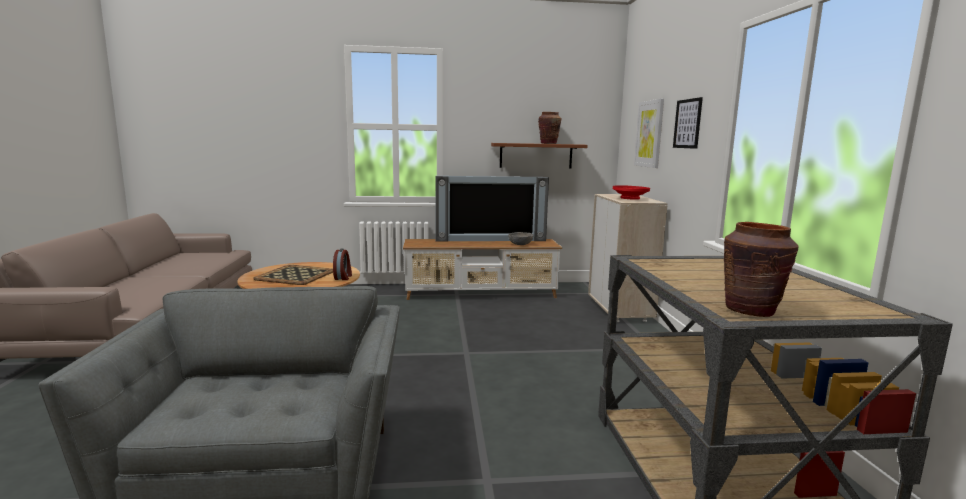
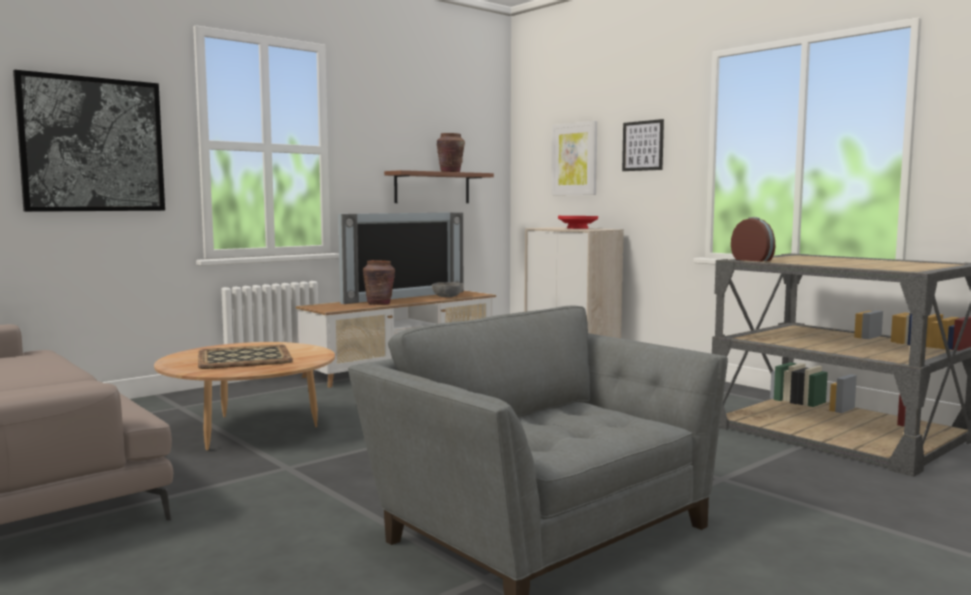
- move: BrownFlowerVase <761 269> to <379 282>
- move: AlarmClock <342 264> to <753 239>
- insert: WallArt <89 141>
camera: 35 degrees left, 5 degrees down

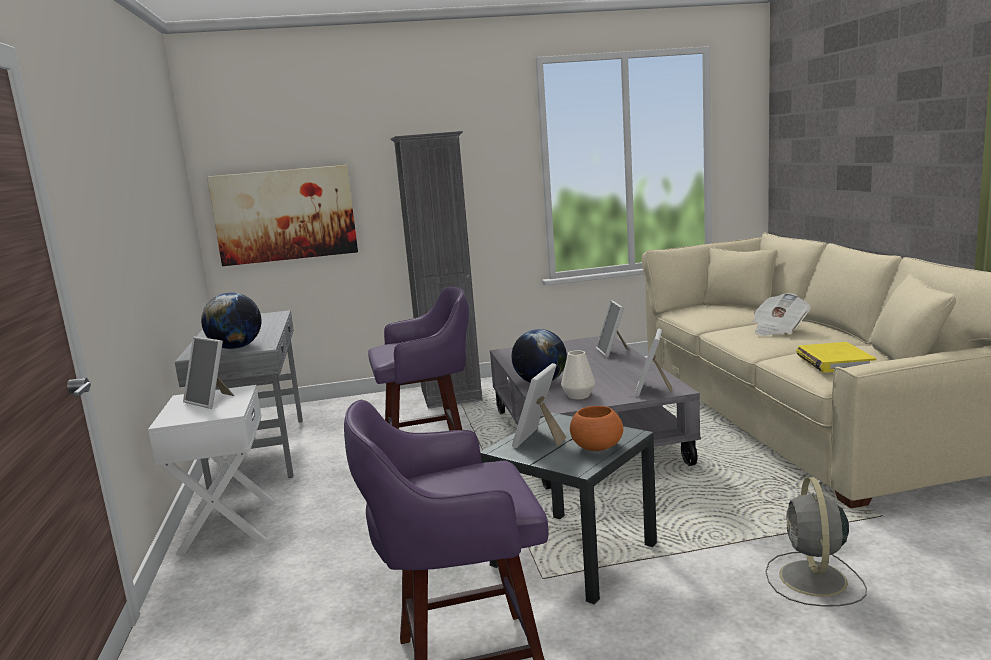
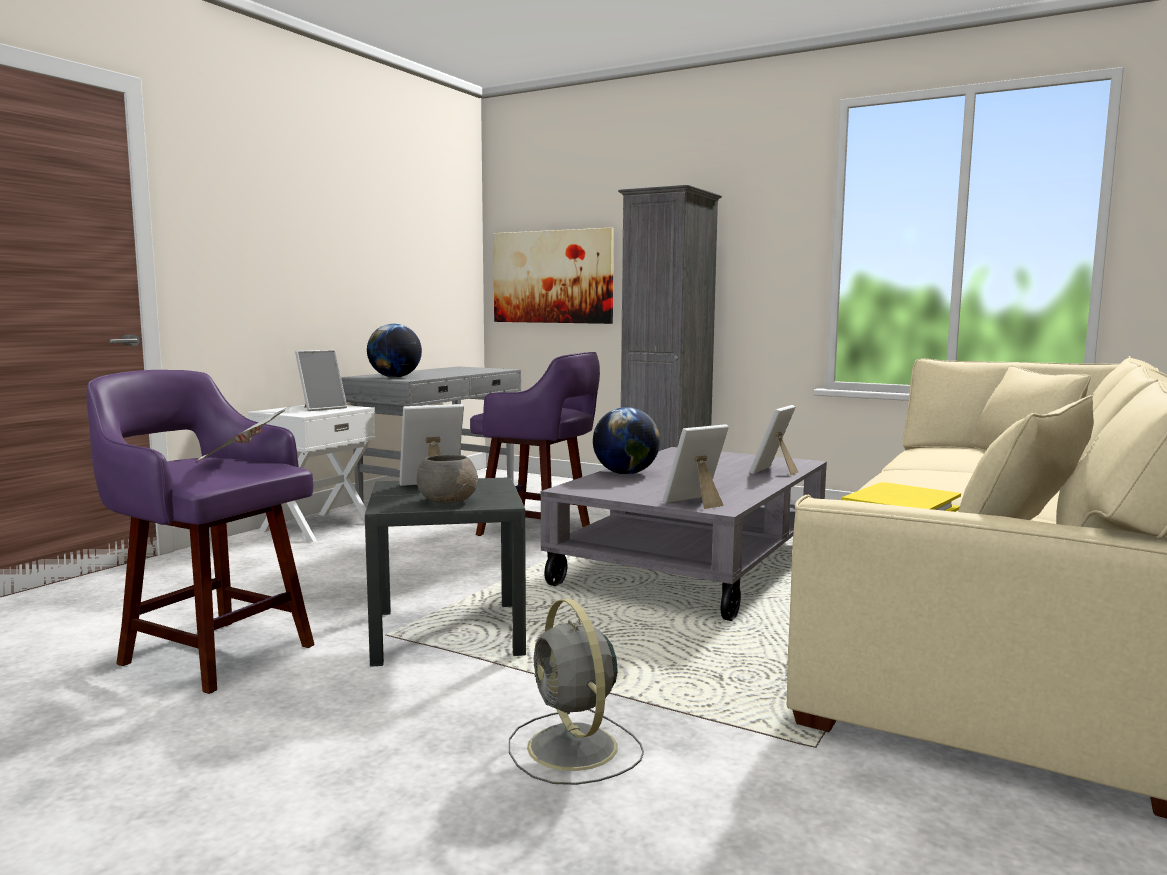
- move: Newspaper <782 314> to <243 434>
- rotate: StandingFrame <209 373> = <321 380> 120 degrees counterclockwise
- delete: WhitishFlowerVase <578 374>
- recolor: OrangeyServingBowl <596 428> to GreyServingBowl <447 479>
- rotate: GreyCoolingFan <816 542> = <576 692> 75 degrees counterclockwise
camera: 40 degrees right, 5 degrees down

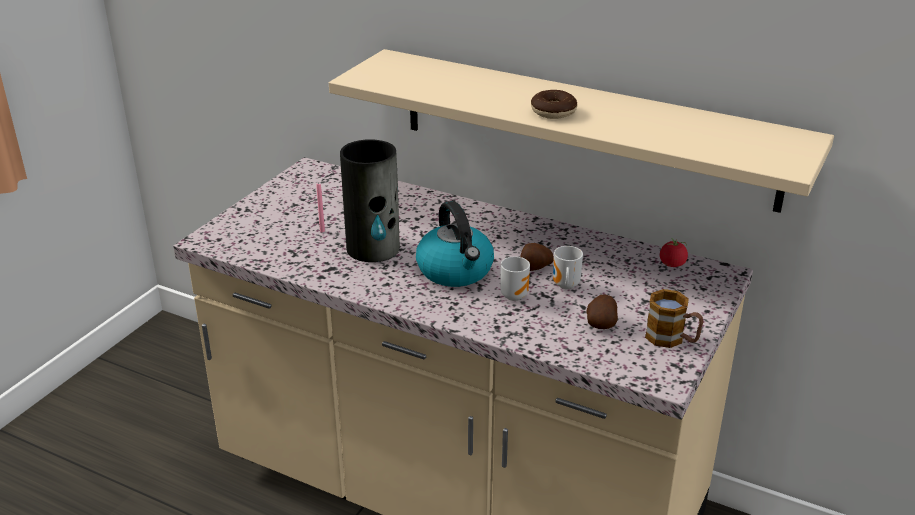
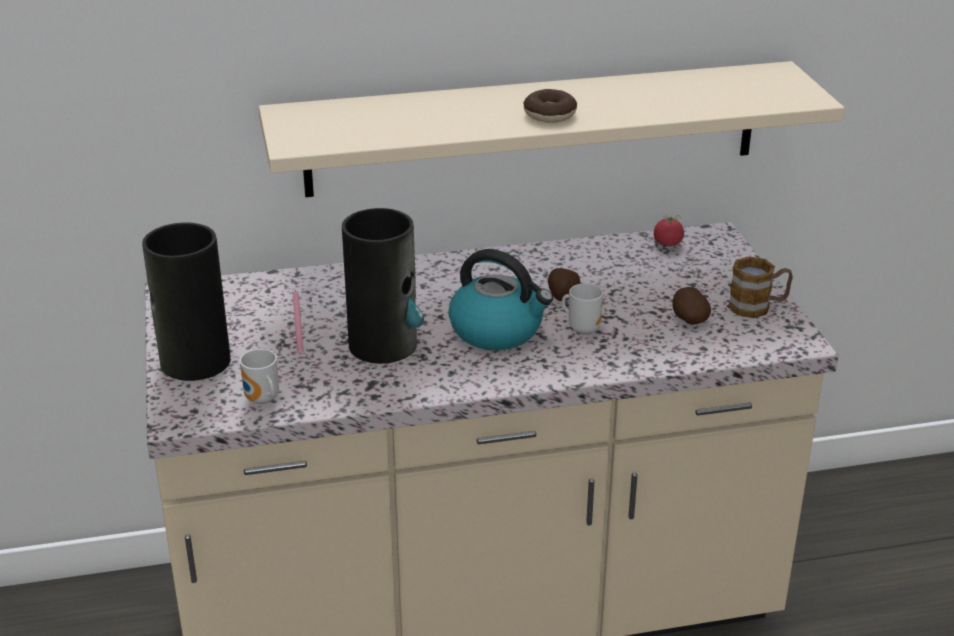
- move: Mug <568 267> to <259 376>
- insert: FlowerVase <186 301>
camera: 40 degrees left, 0 degrees up

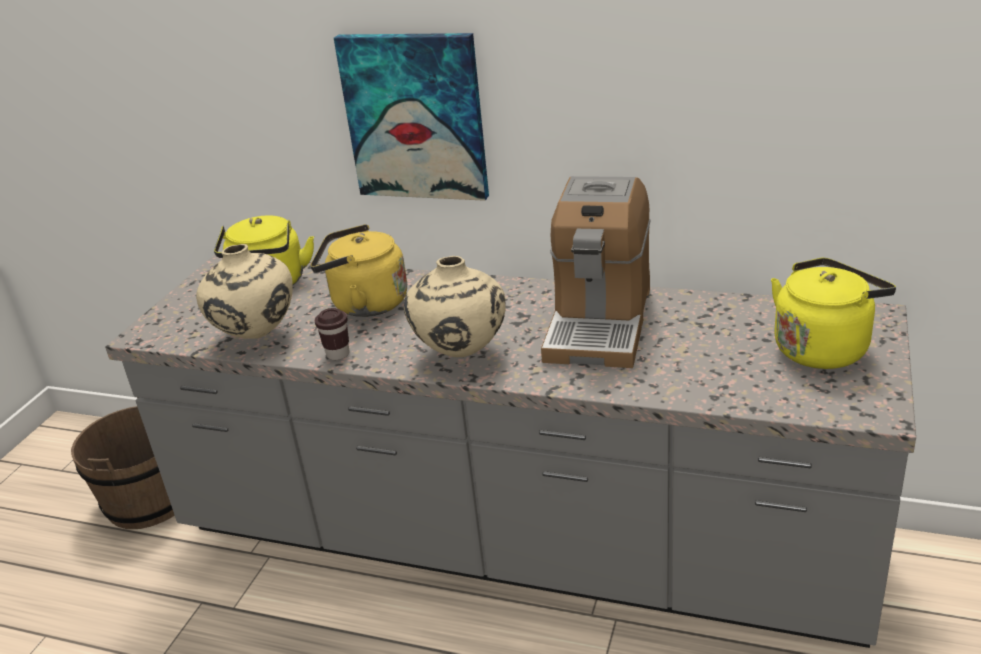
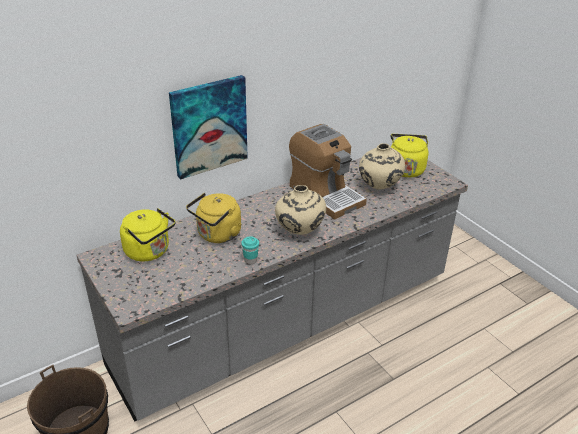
- move: BeigeFlowerVase <244 291> to <382 166>
- recolor: BrownSmallCup <332 334> to TurquoiseColouredSmallCup <250 250>
camera: 55 degrees left, 5 degrees up

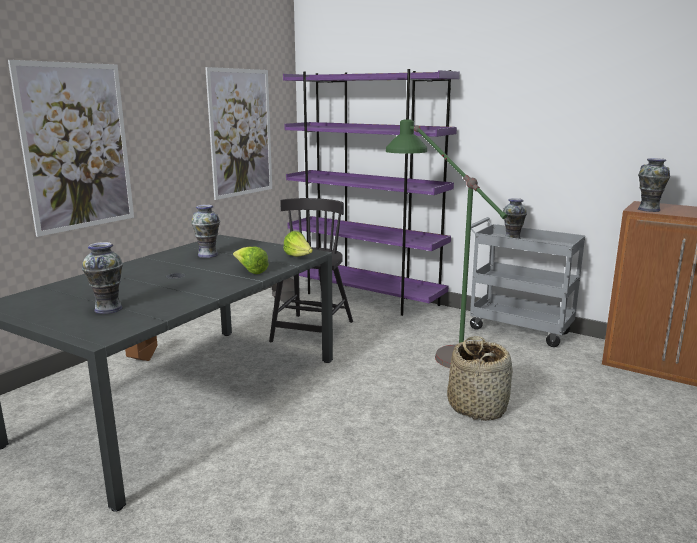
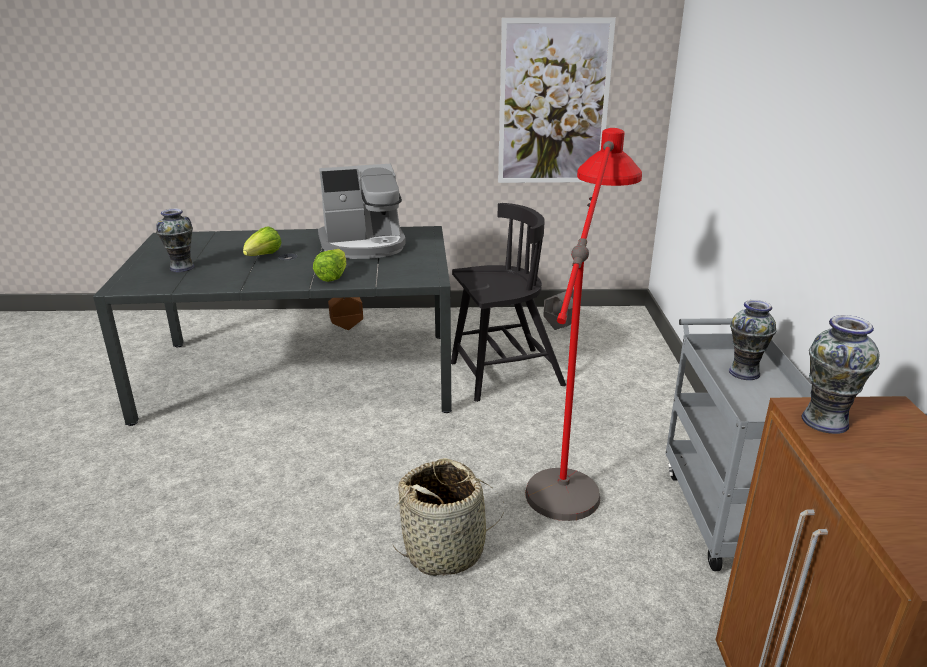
- delete: WallArt <71 148>
- delete: PurplishBookcase <371 192>
- recolor: GreenColouredFloorLamp <446 243> to RedFloorLamp <583 324>
- replace: FlowerVase <205 231> to CoffeeBrewer <362 211>
- move: HeadOfLettuce <298 244> to <262 241>
camera: 55 degrees right, 10 degrees up

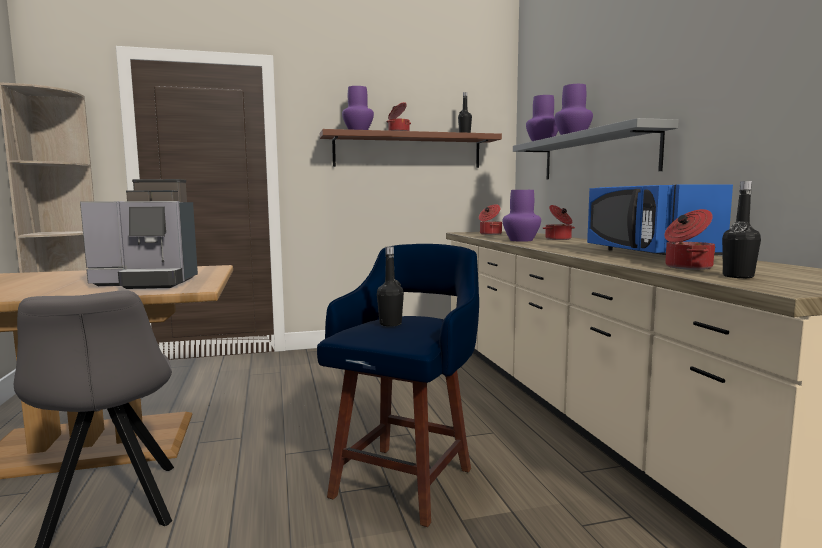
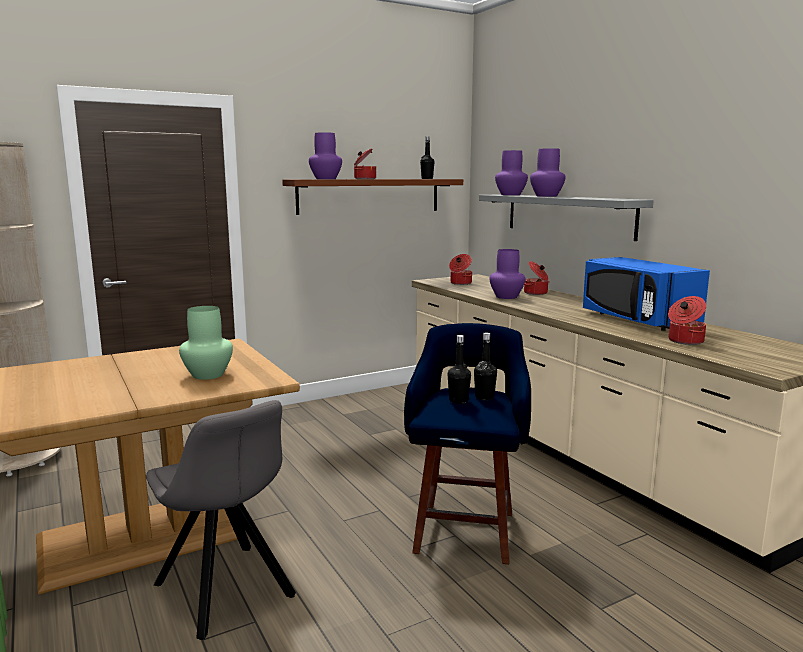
- replace: CoffeeBrewer <139 234> to GreenColouredFlowerVase <206 343>
- move: BlackDrinkBottle <741 229> to <485 366>
camera: 15 degrees left, 5 degrees up

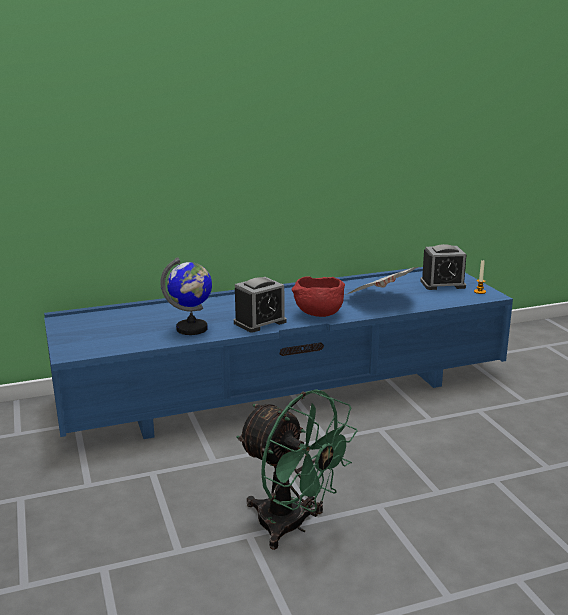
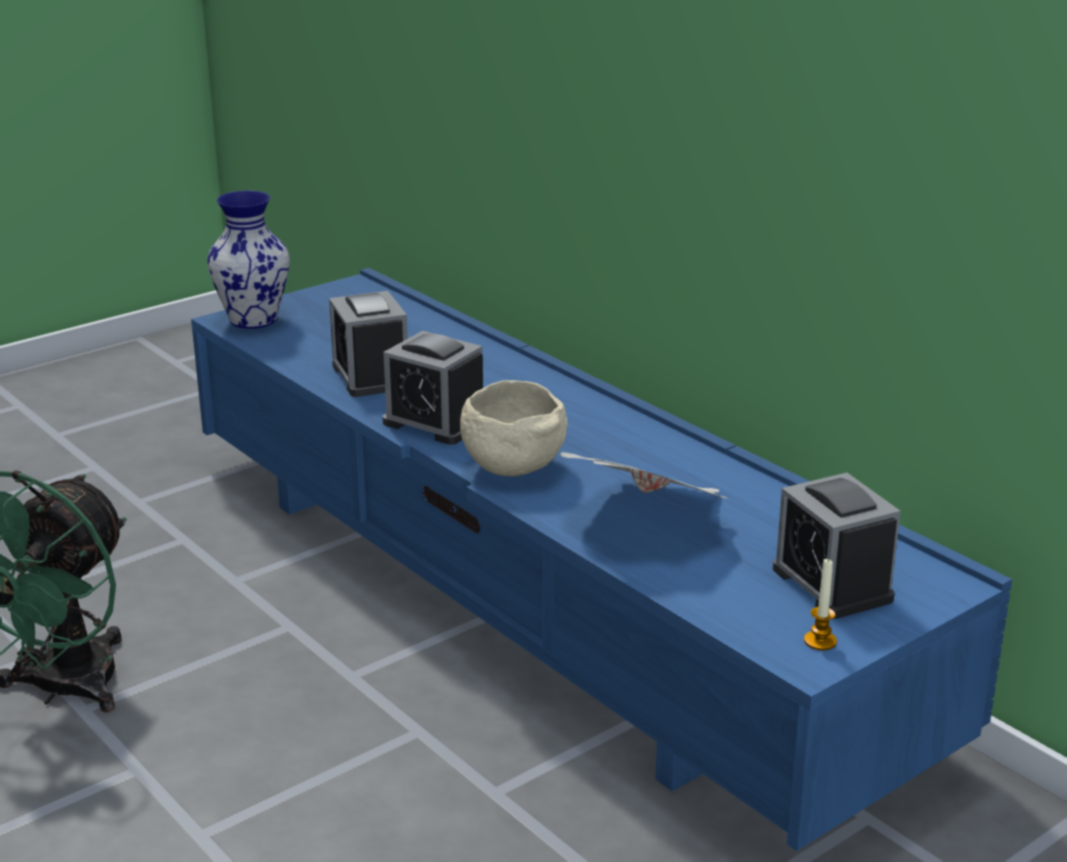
- replace: Globe <186 296> to AlarmClock <368 344>
- recolor: RedServingBowl <318 297> to BeigeServingBowl <514 428>
- insert: FlowerVase <248 260>
camera: 70 degrees right, 5 degrees up

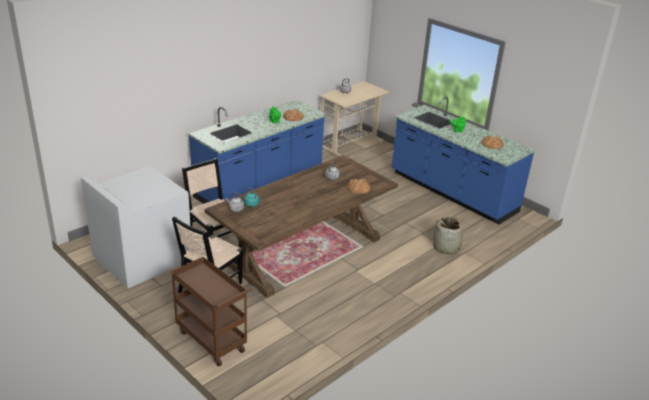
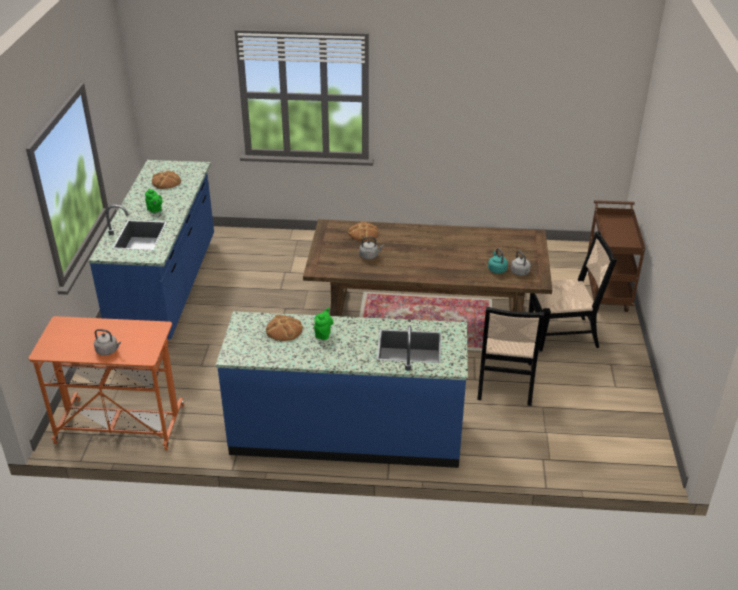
- recolor: BeigeDeskTable <354 118> to OrangeyDeskTable <106 383>
- delete: WhitishWashingMachine <135 227>
- delete: Basket <449 235>
camera: 130 degrees left, 5 degrees up

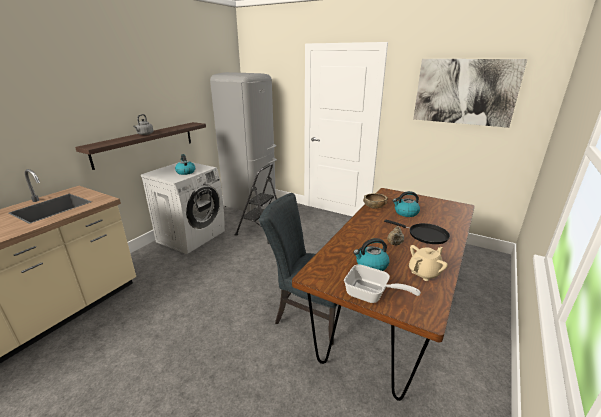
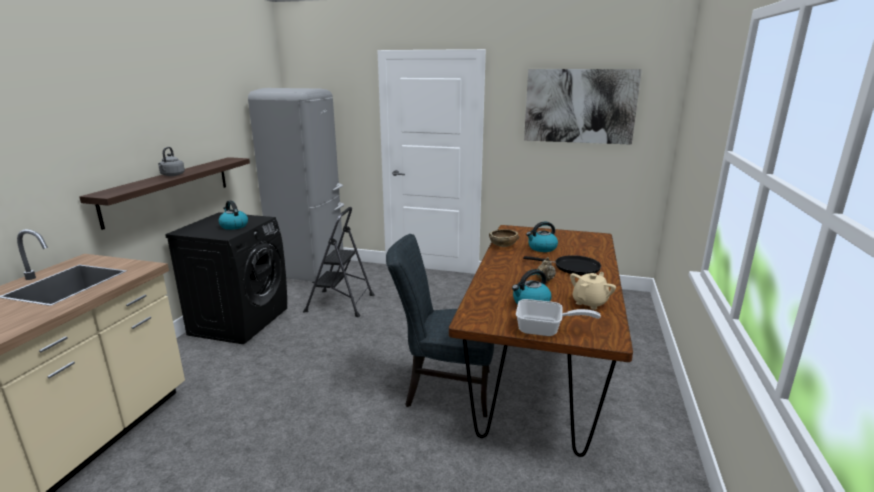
- recolor: WhitishWashingMachine <183 208> to BlackWashingMachine <226 278>
camera: 15 degrees left, 5 degrees down

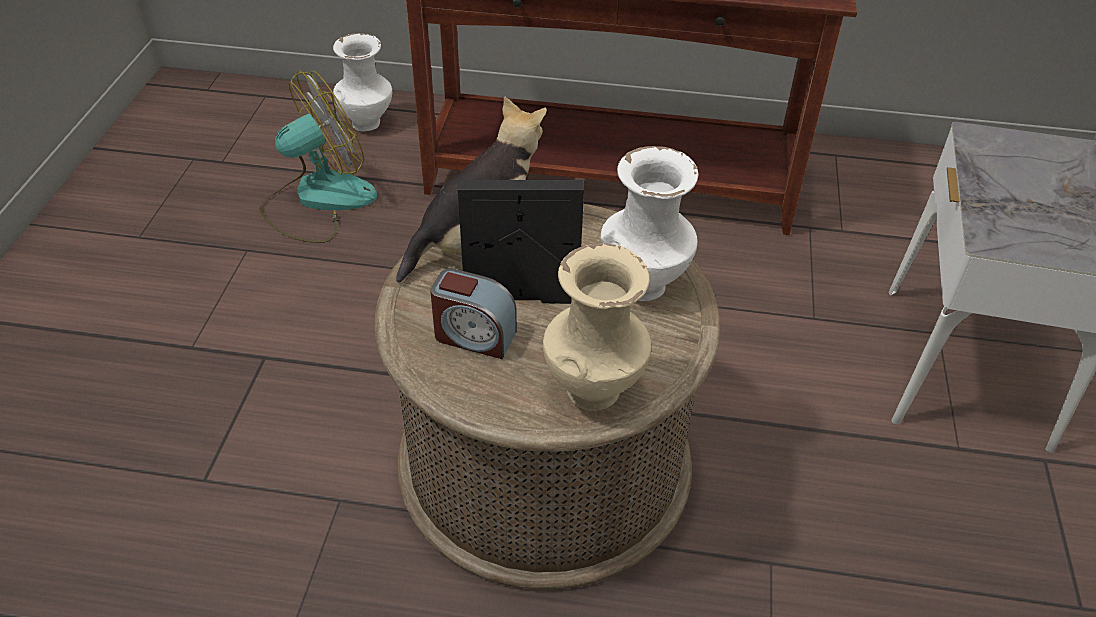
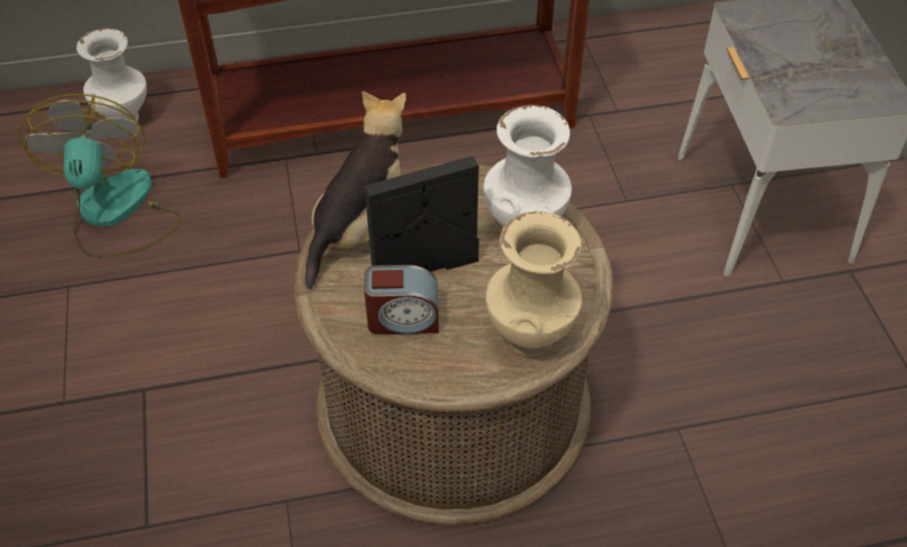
- rotate: CoolingFan <318 156> = <100 176> 45 degrees counterclockwise
camera: 20 degrees left, 5 degrees up

